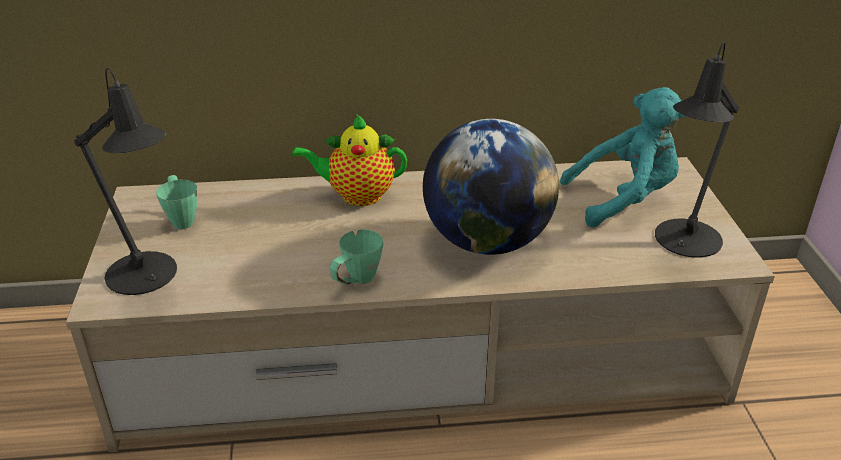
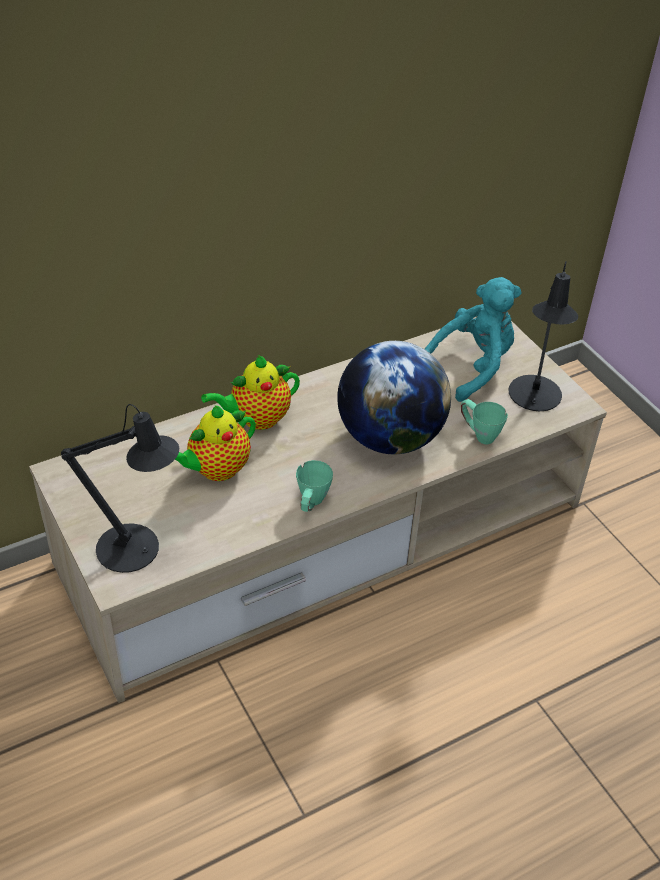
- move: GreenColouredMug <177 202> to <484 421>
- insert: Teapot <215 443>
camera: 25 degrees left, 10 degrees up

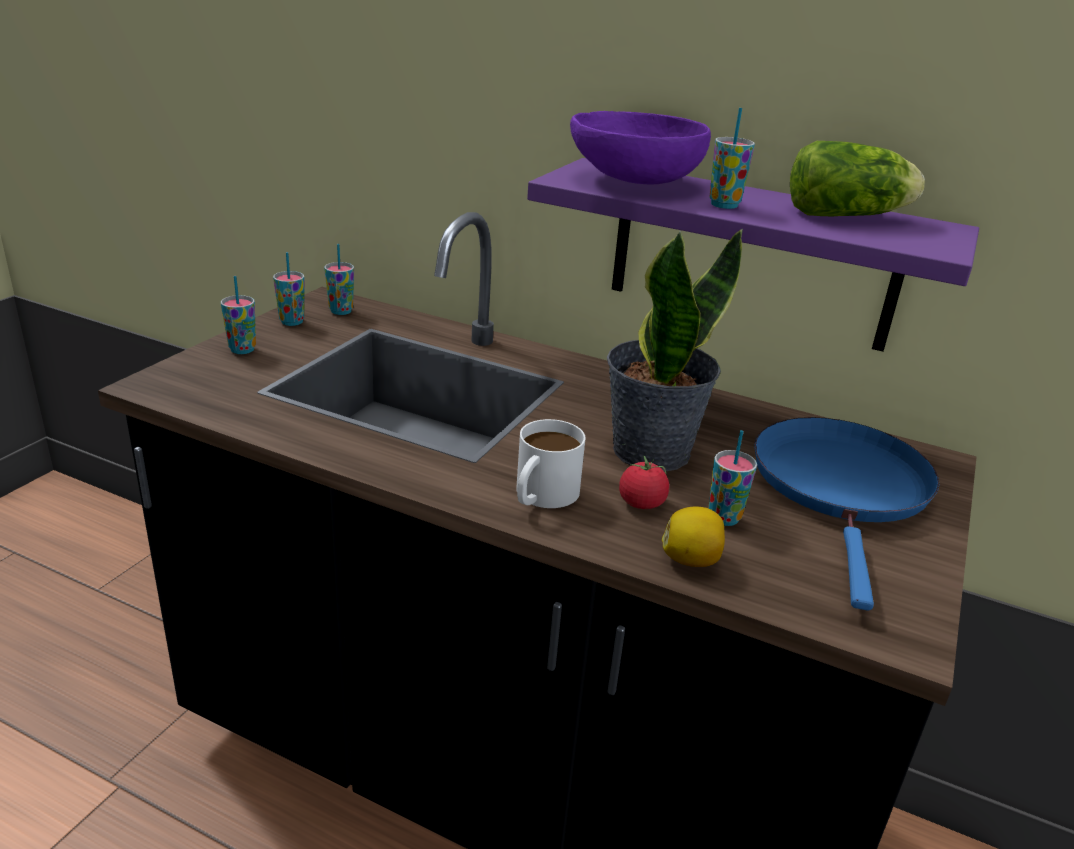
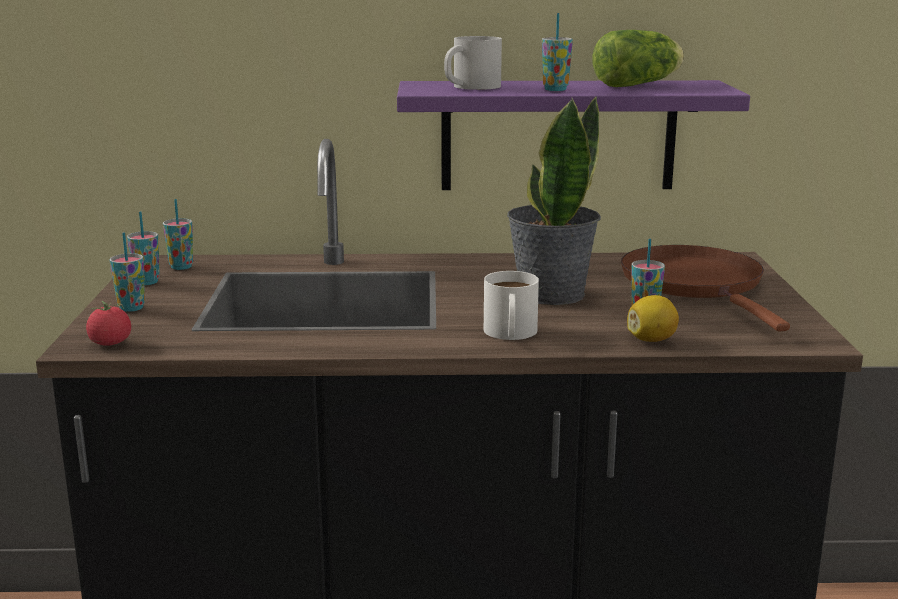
- replace: PurplishServingBowl <640 148> to WhitishMug <473 63>
- recolor: BluePan <846 513> to BrownPan <705 288>
- move: Tomato <644 482> to <108 323>
camera: 25 degrees left, 10 degrees down

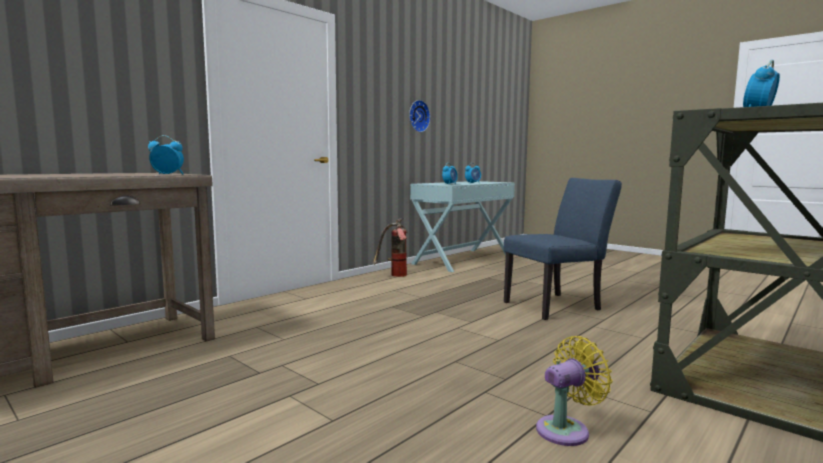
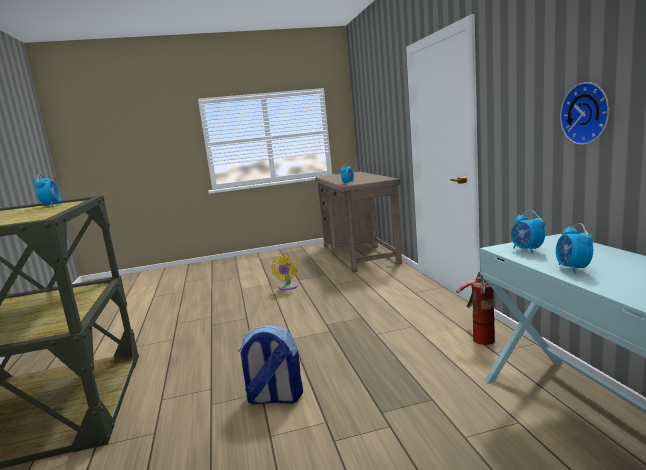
- replace: BlueUprightChair <563 249> to Backpack <270 365>
- move: YellowCoolingFan <574 391> to <284 272>
camera: 125 degrees right, 5 degrees up

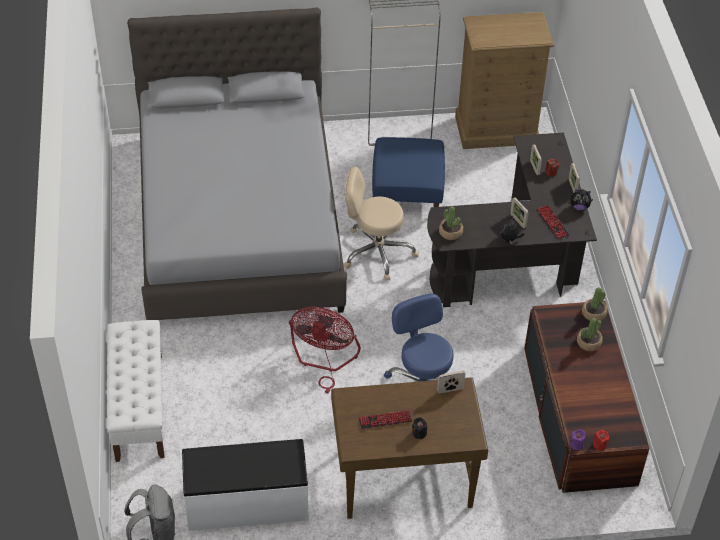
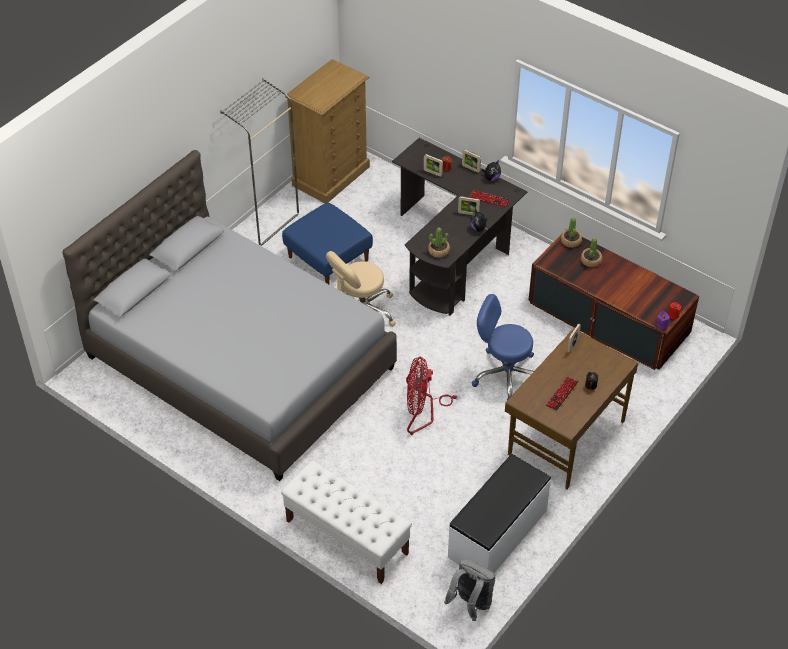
- rotate: RedCoolingFan <325 350> = <431 396> 60 degrees counterclockwise
camera: 45 degrees left, 0 degrees up

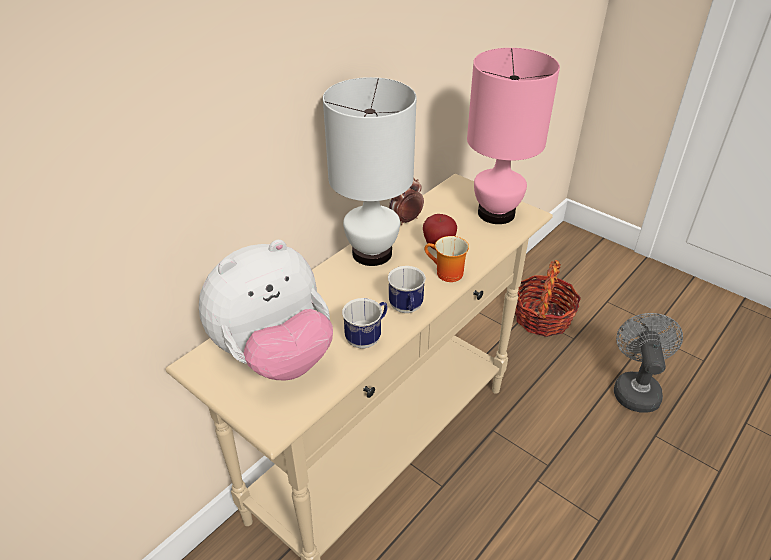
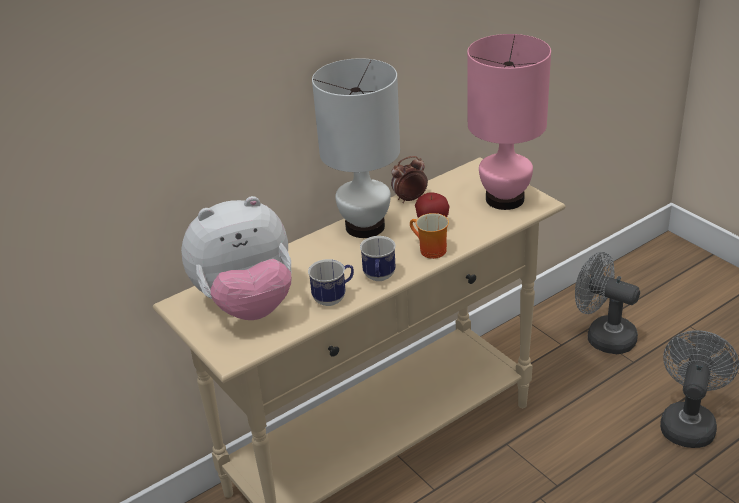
- replace: Basket <548 298> to GreyCoolingFan <607 303>
camera: 15 degrees right, 5 degrees down

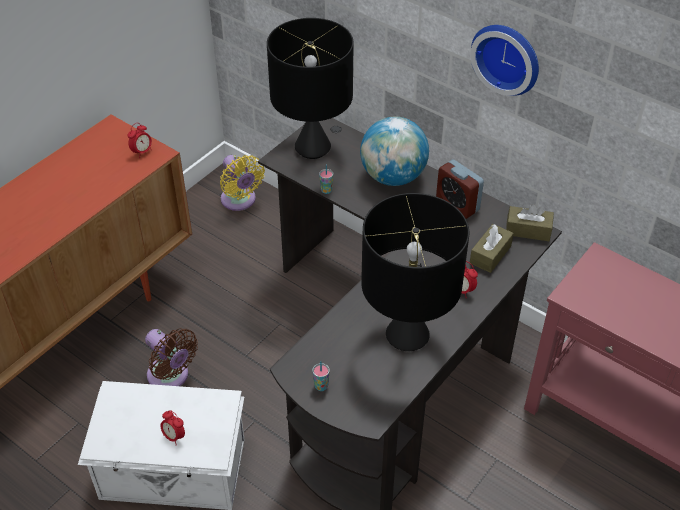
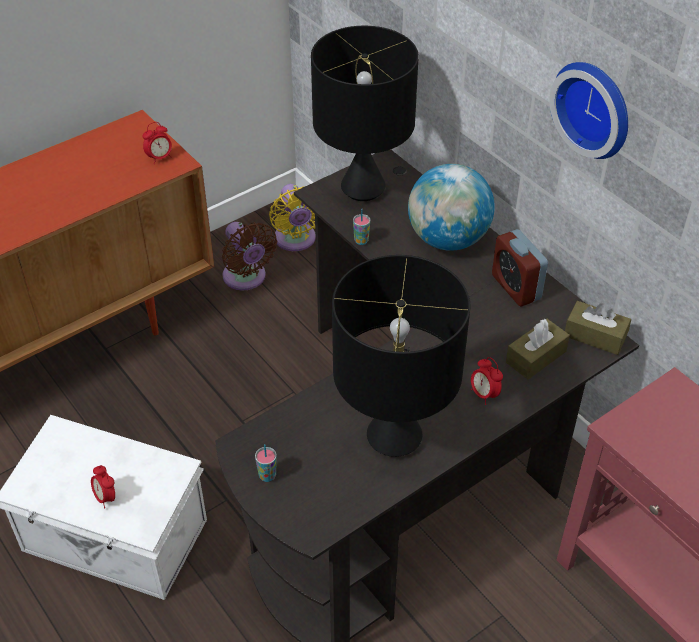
- move: BrownCoolingFan <171 357> to <249 256>
camera: 15 degrees right, 0 degrees up

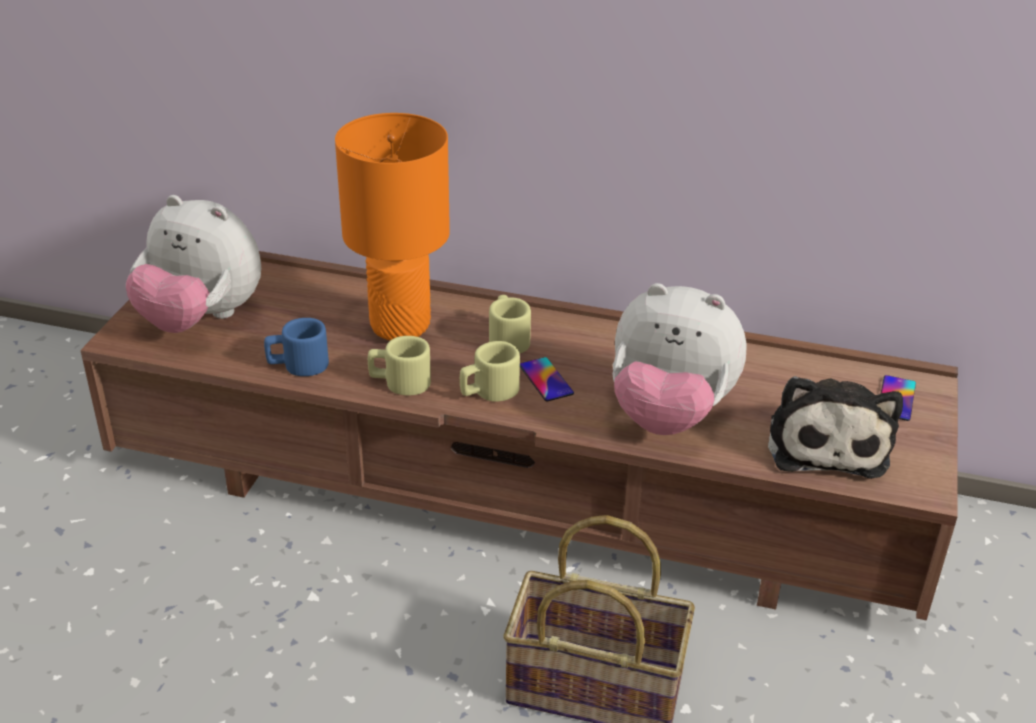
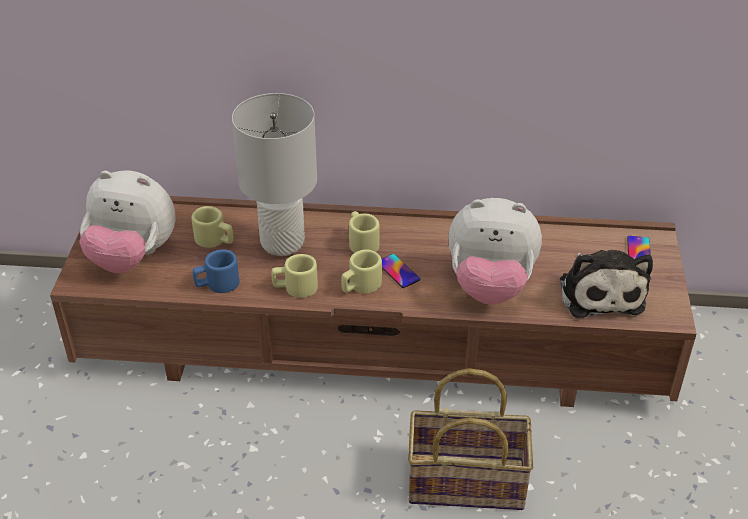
- recolor: OrangeyTabletopLamp <392 226> to GreyTabletopLamp <274 174>
- insert: BeigeMug <212 227>
camera: 10 degrees left, 5 degrees up

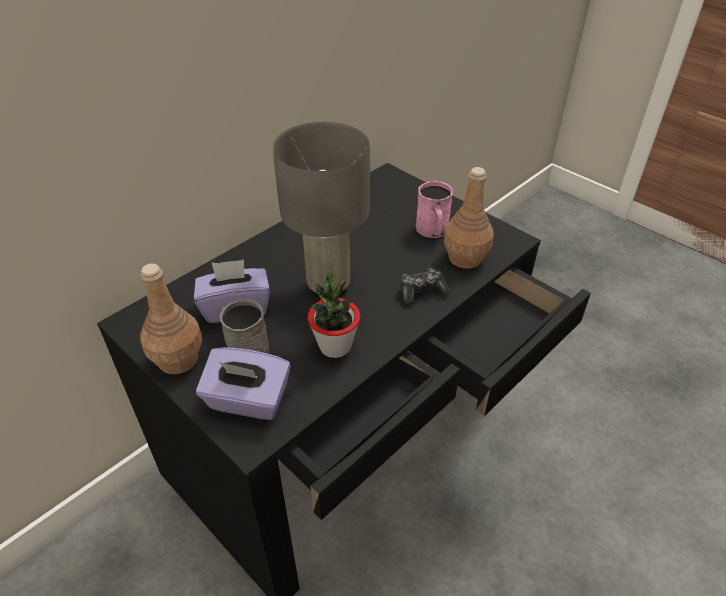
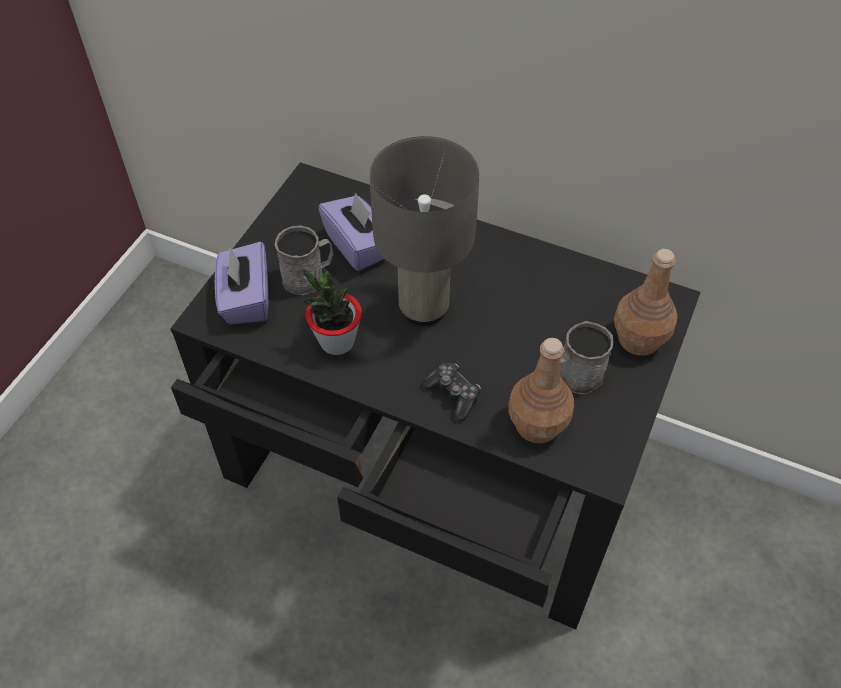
- recolor: PinkColouredMug <434 209> to GreyMug <587 358>
- move: BrownDrinkBottle <171 318> to <646 302>
camera: 70 degrees right, 10 degrees up

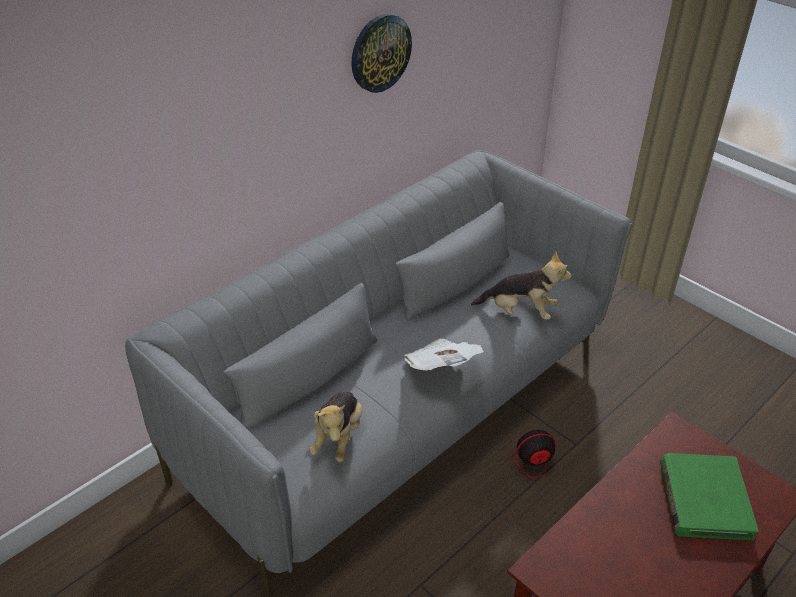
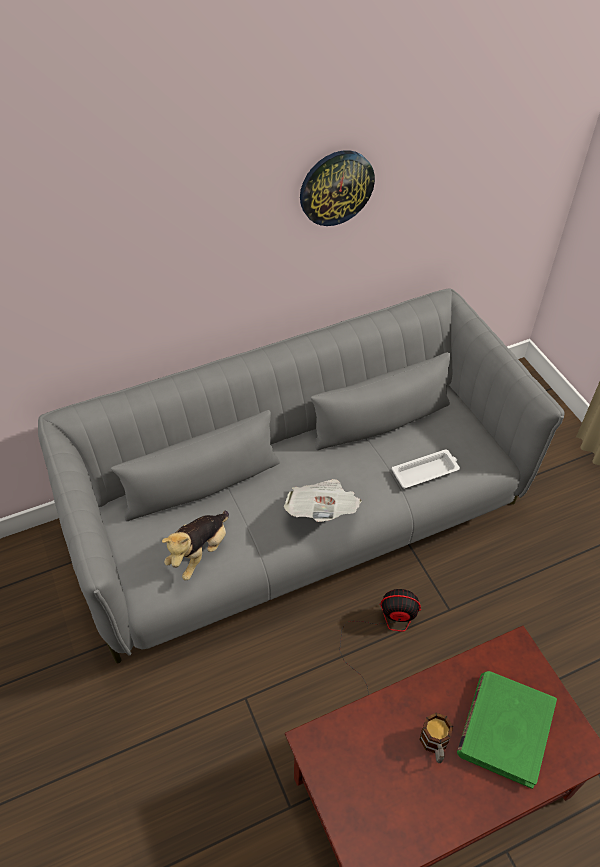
- replace: SoftToy <521 285> to WhitishTray <426 469>
- insert: Mug <436 738>
camera: 20 degrees right, 10 degrees up

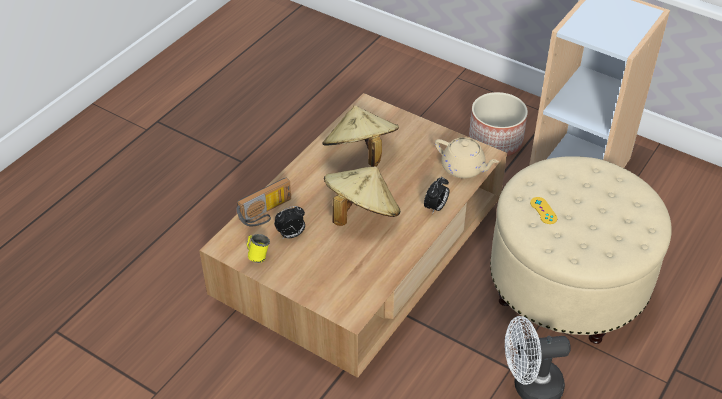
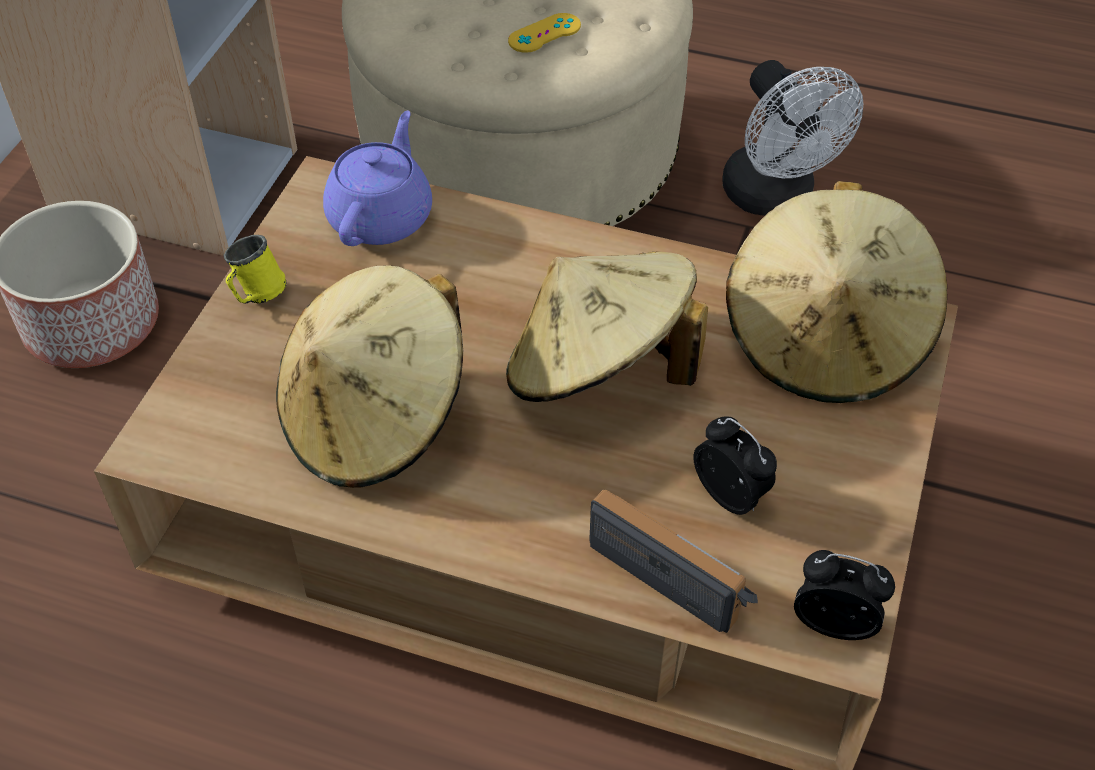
- recolor: BeigeTeapot <467 157> to PurplishTeapot <377 178>
- move: AlarmClock <436 195> to <844 595>
- move: YellowMug <258 248> to <255 269>
- insert: BeigeHat <836 292>
camera: 105 degrees left, 5 degrees up

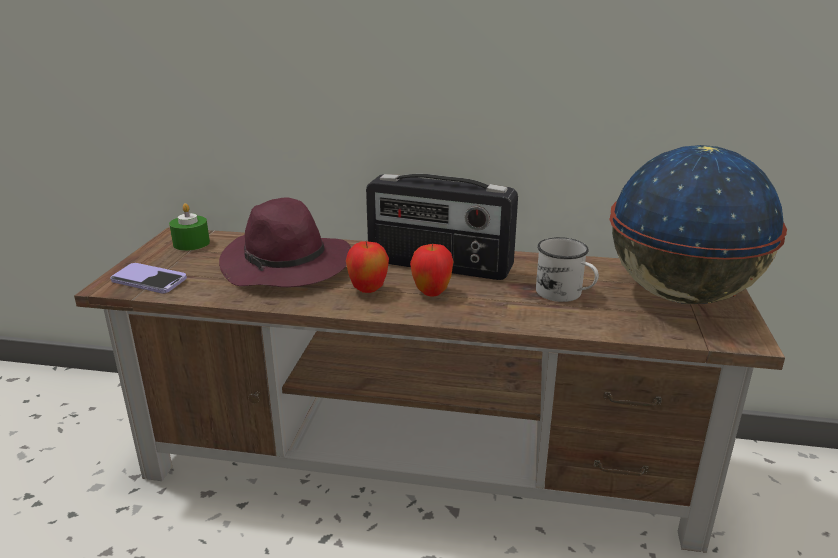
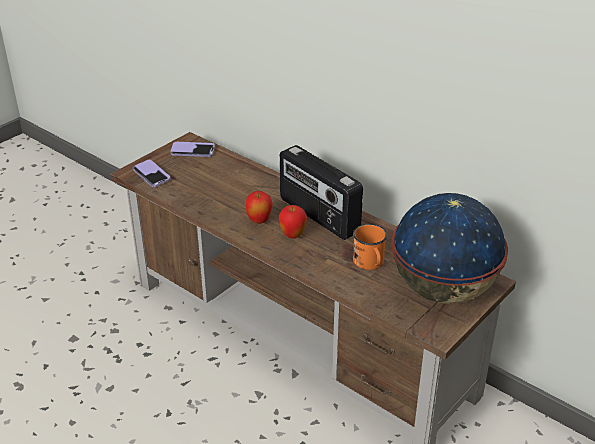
- delete: PurplishHat <285 242>
- replace: GreenColouredWaxLight <189 227> to Handset <192 149>
- recolor: WhitishMug <567 269> to OrangeyMug <370 247>
camera: 30 degrees right, 10 degrees up

